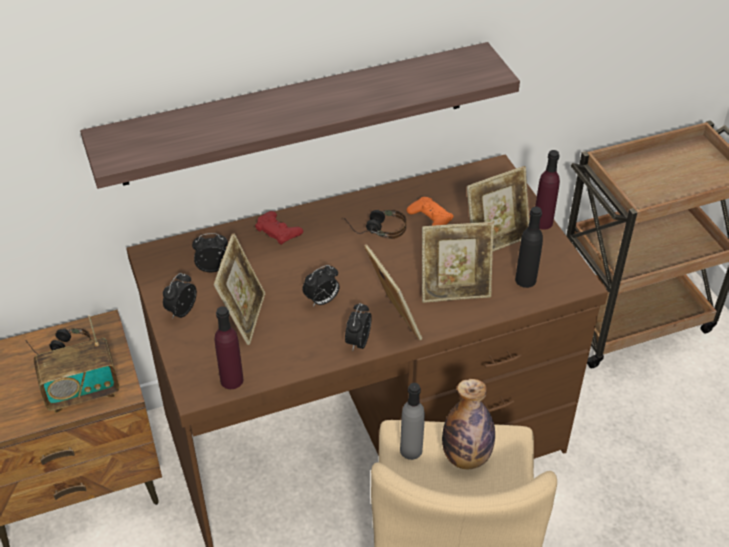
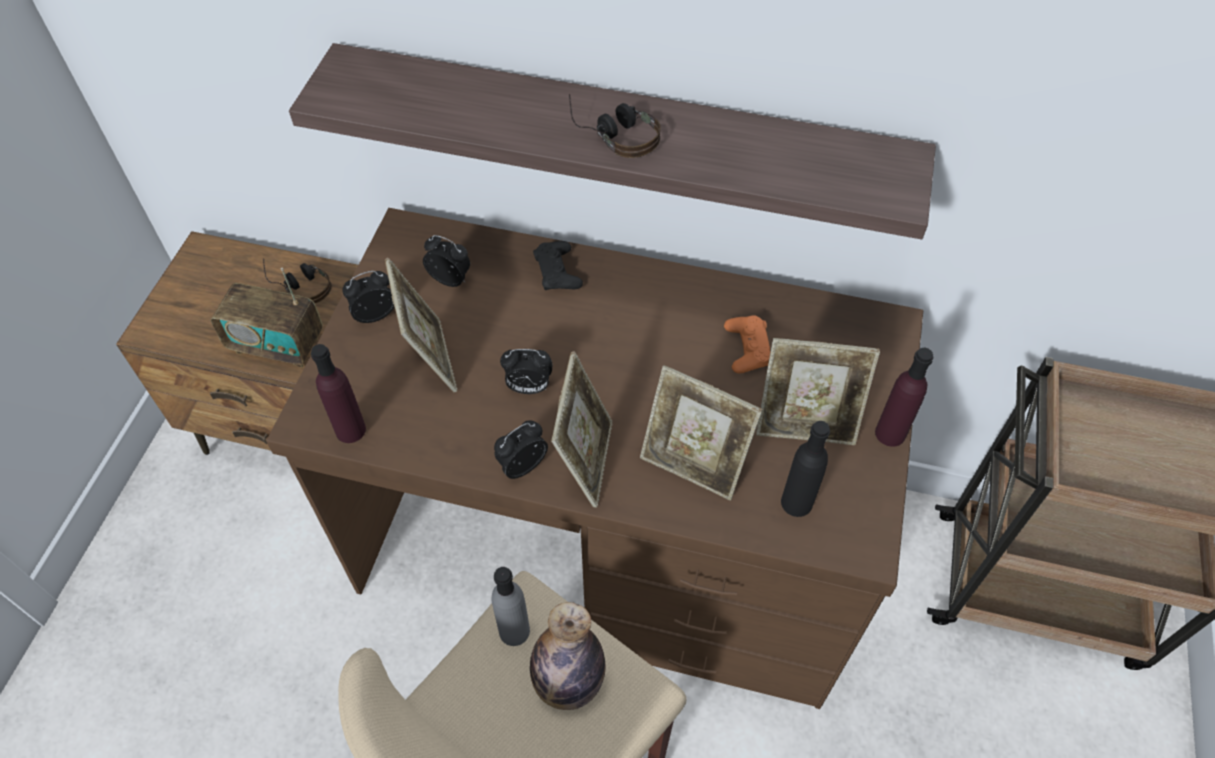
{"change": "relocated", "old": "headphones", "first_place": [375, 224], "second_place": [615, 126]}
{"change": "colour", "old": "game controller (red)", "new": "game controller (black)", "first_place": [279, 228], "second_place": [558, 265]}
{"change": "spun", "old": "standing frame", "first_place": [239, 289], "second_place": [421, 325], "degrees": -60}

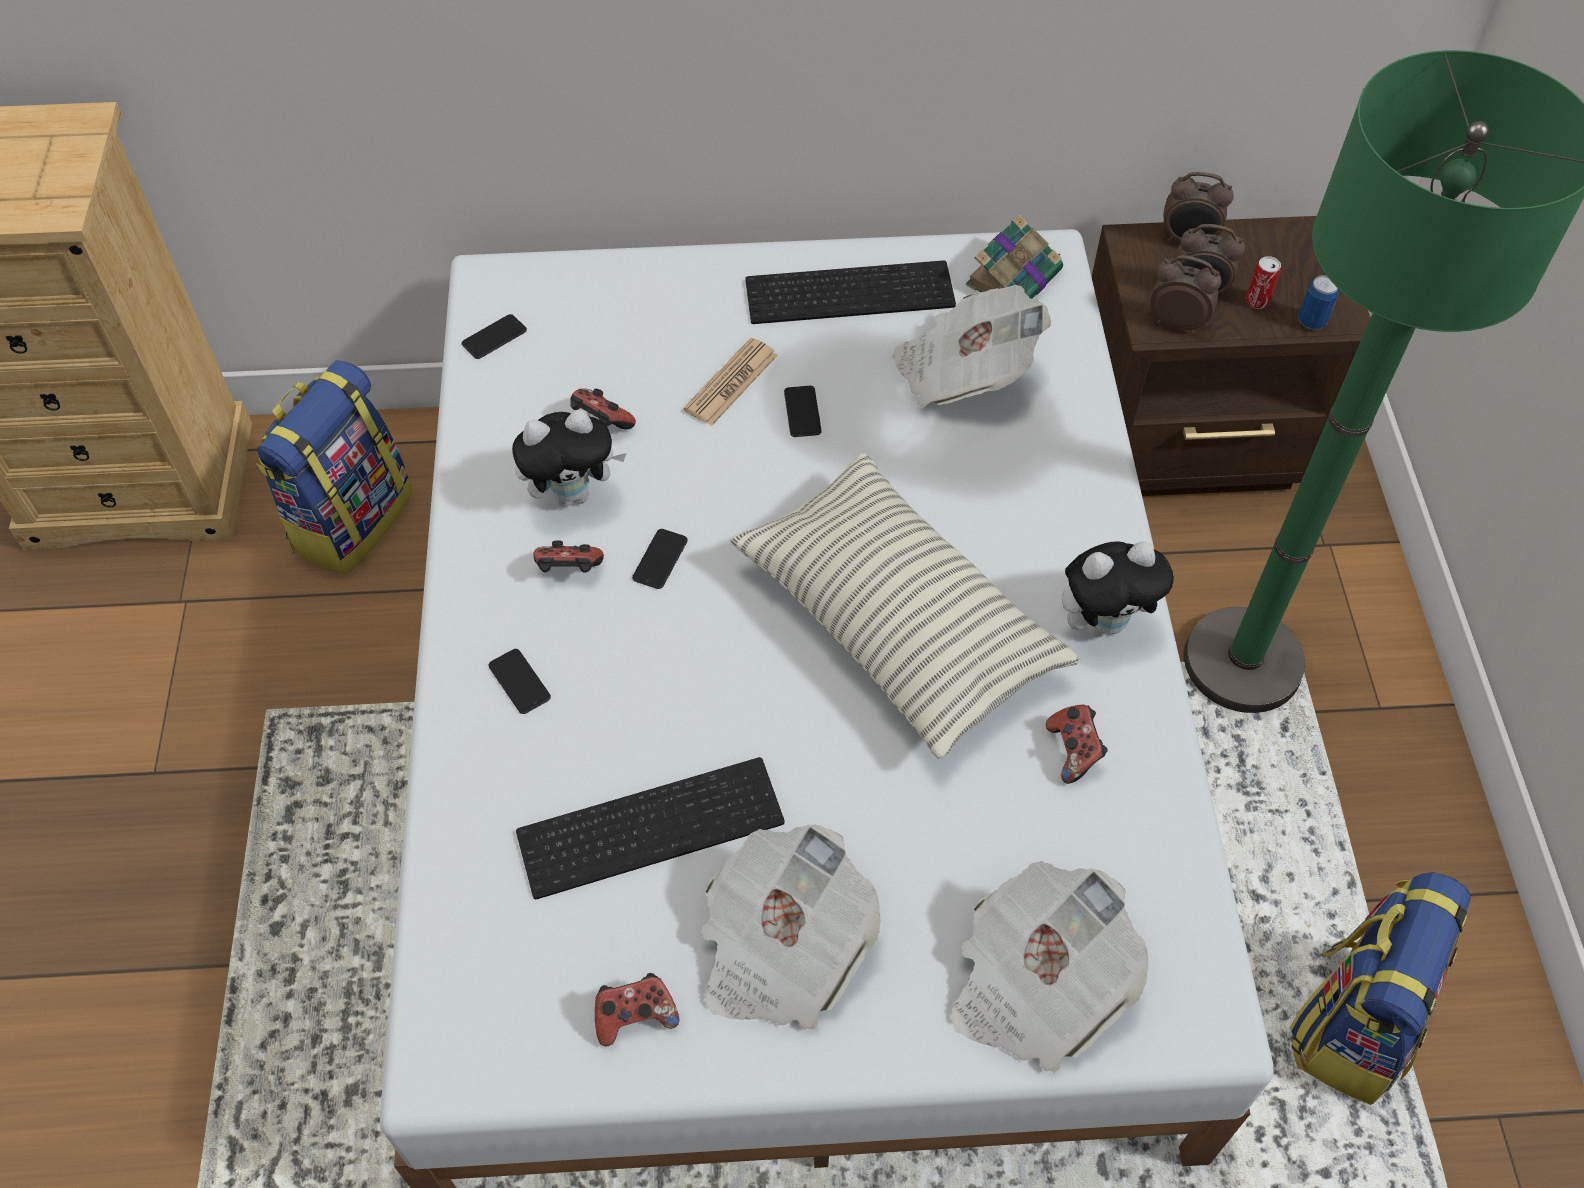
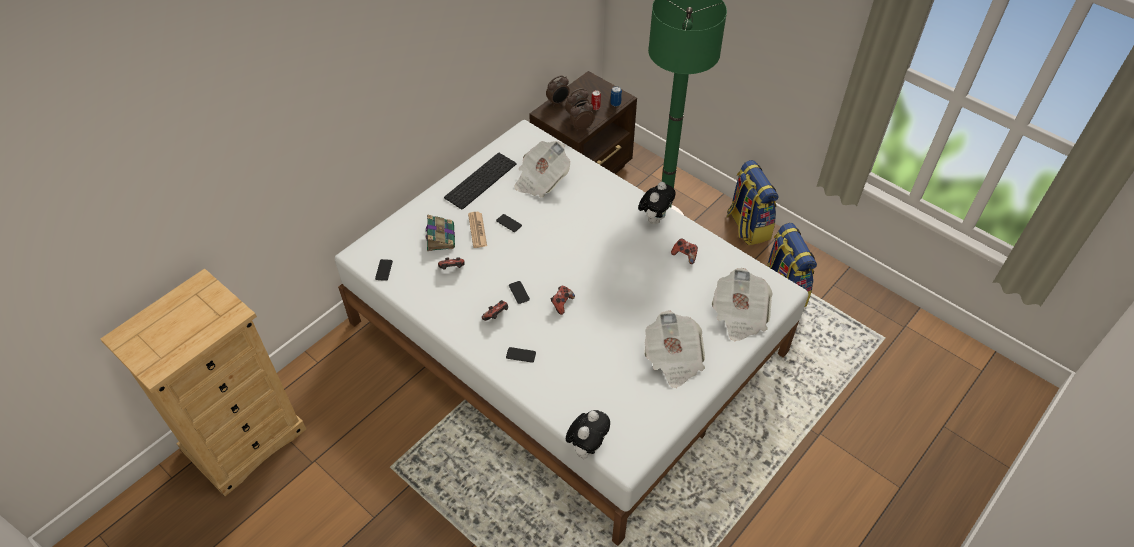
{"change": "missing", "old": "PC keyboard", "first_place": [650, 828]}
{"change": "missing", "old": "pillow", "first_place": [904, 606]}
{"change": "relocated", "old": "backpack", "first_place": [334, 467], "second_place": [753, 202]}
{"change": "relocated", "old": "cuddly toy", "first_place": [569, 458], "second_place": [588, 434]}
{"change": "relocated", "old": "game controller", "first_place": [637, 1009], "second_place": [563, 300]}
{"change": "relocated", "old": "bound book", "first_place": [1014, 256], "second_place": [440, 232]}

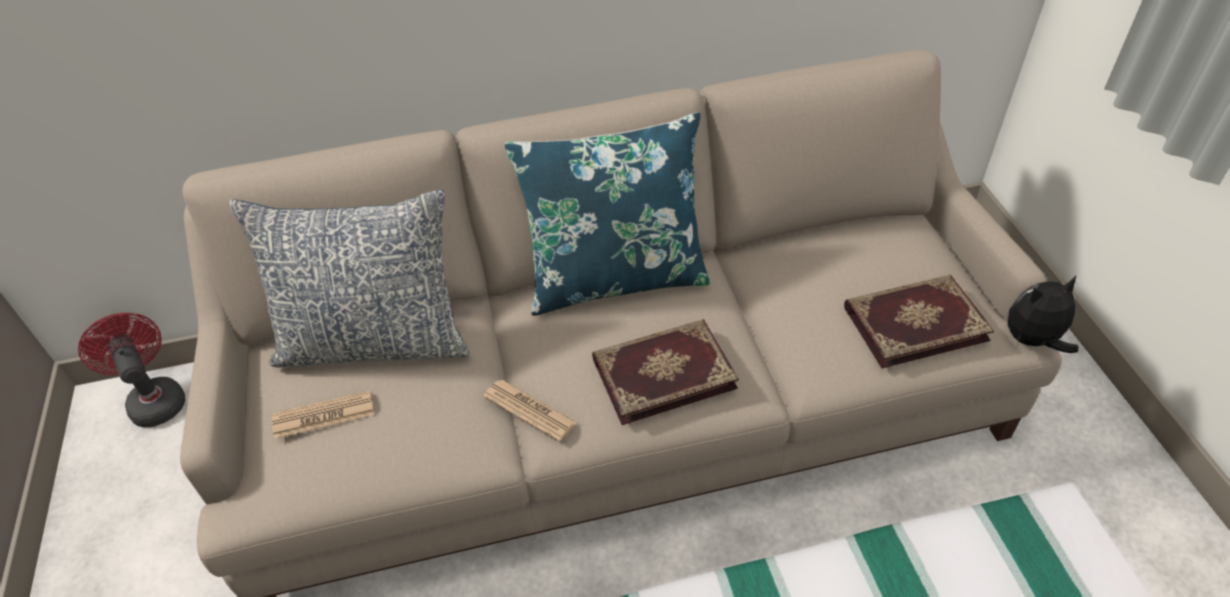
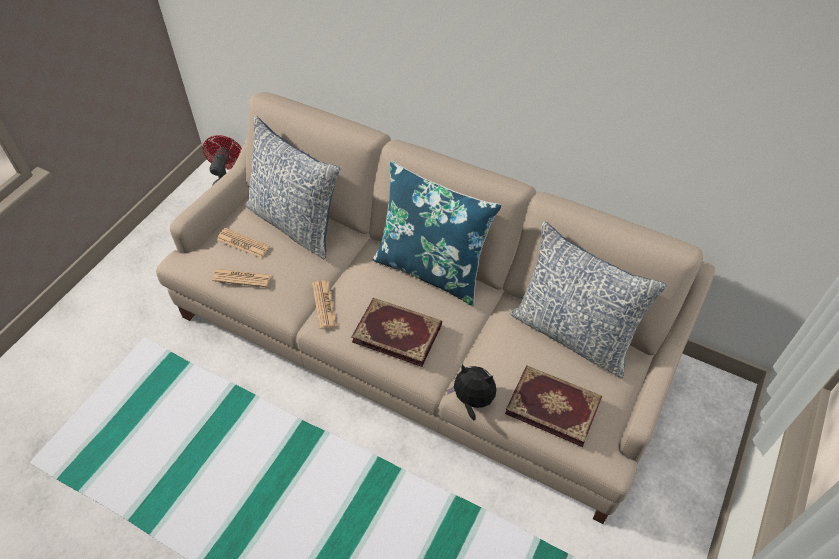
{"change": "appeared", "new": "printed paper", "second_place": [241, 278]}
{"change": "appeared", "new": "pillow", "second_place": [588, 299]}
{"change": "relocated", "old": "cuddly toy", "first_place": [1043, 314], "second_place": [471, 392]}

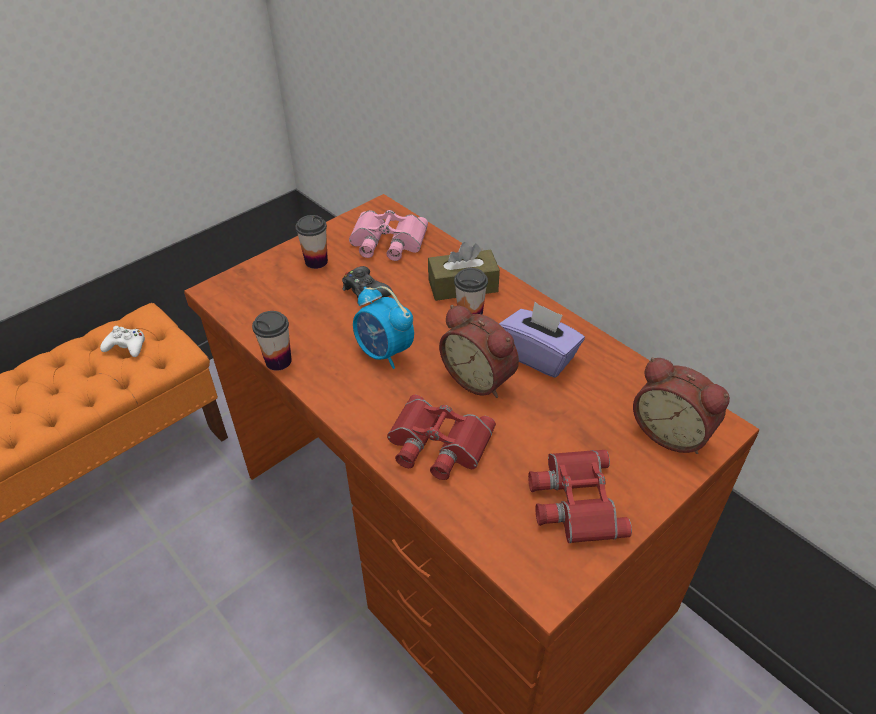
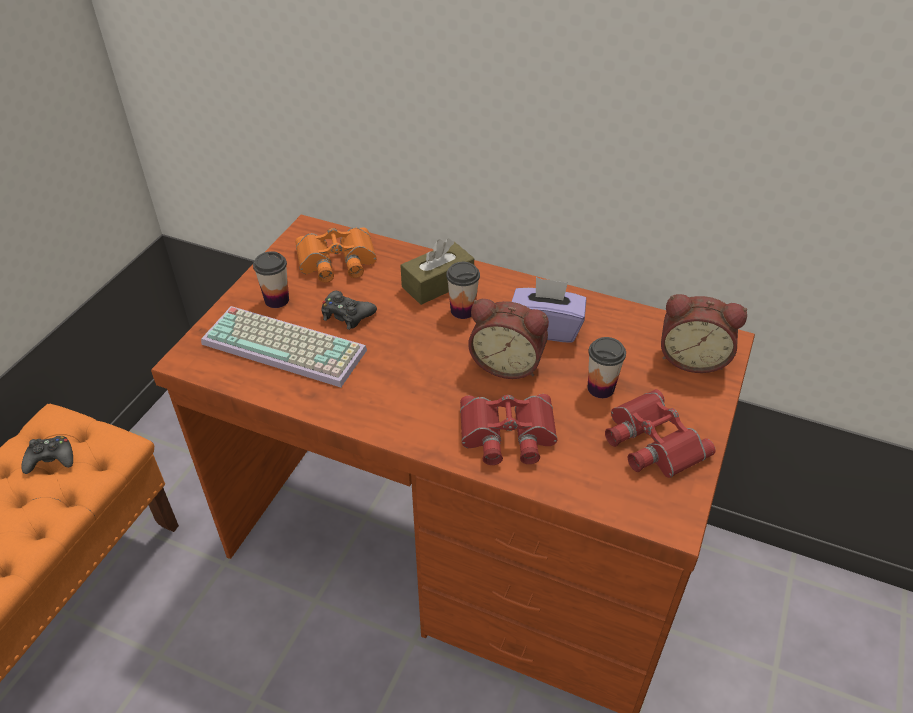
{"change": "missing", "old": "table clock", "first_place": [383, 327]}
{"change": "appeared", "new": "PC keyboard", "second_place": [284, 346]}
{"change": "relocated", "old": "drinking cup", "first_place": [272, 341], "second_place": [607, 367]}
{"change": "colour", "old": "game controller (white-coloured)", "new": "game controller (black)", "first_place": [122, 341], "second_place": [47, 455]}
{"change": "colour", "old": "pair of binoculars (pinkish)", "new": "pair of binoculars (orange)", "first_place": [388, 235], "second_place": [336, 254]}

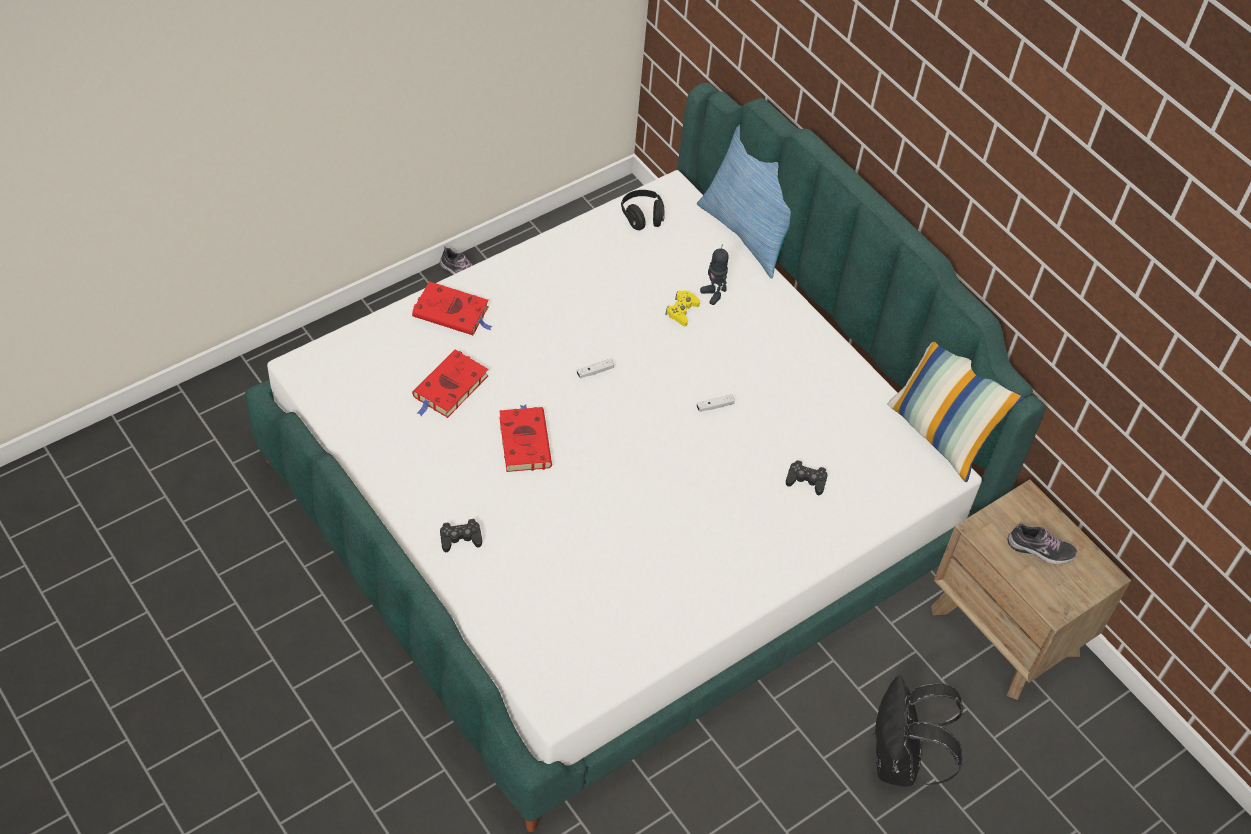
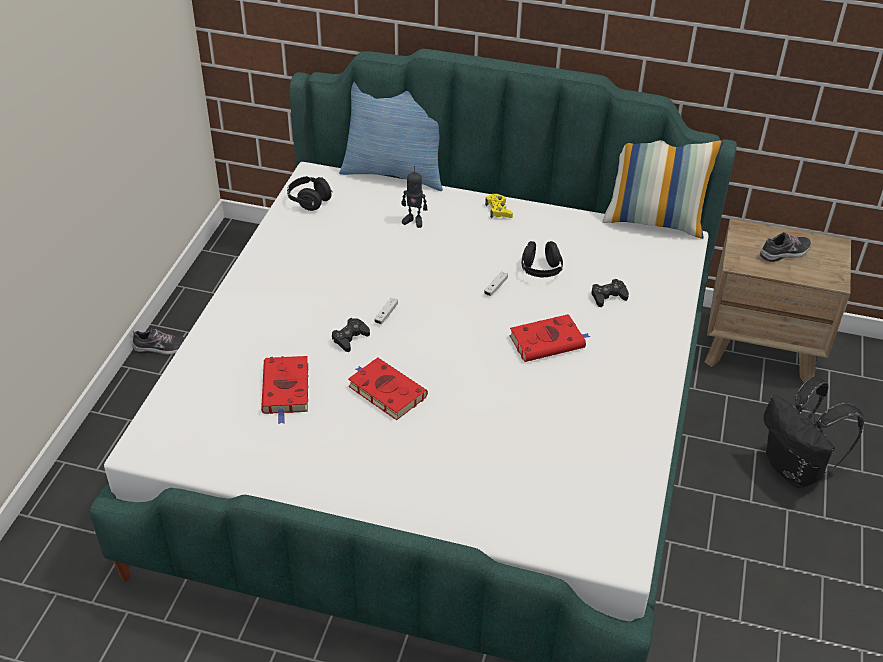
{"change": "appeared", "new": "headphones (black)", "second_place": [542, 259]}
{"change": "relocated", "old": "bound book (red)", "first_place": [452, 308], "second_place": [550, 338]}
{"change": "relocated", "old": "game controller (black)", "first_place": [461, 535], "second_place": [351, 335]}
{"change": "relocated", "old": "game controller (yellow)", "first_place": [683, 308], "second_place": [499, 206]}

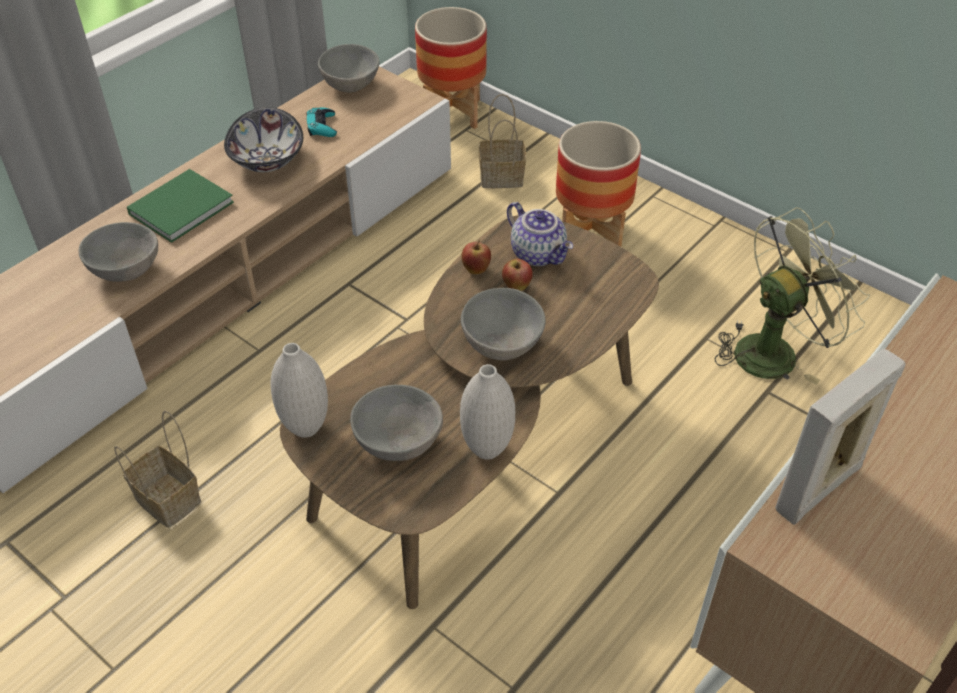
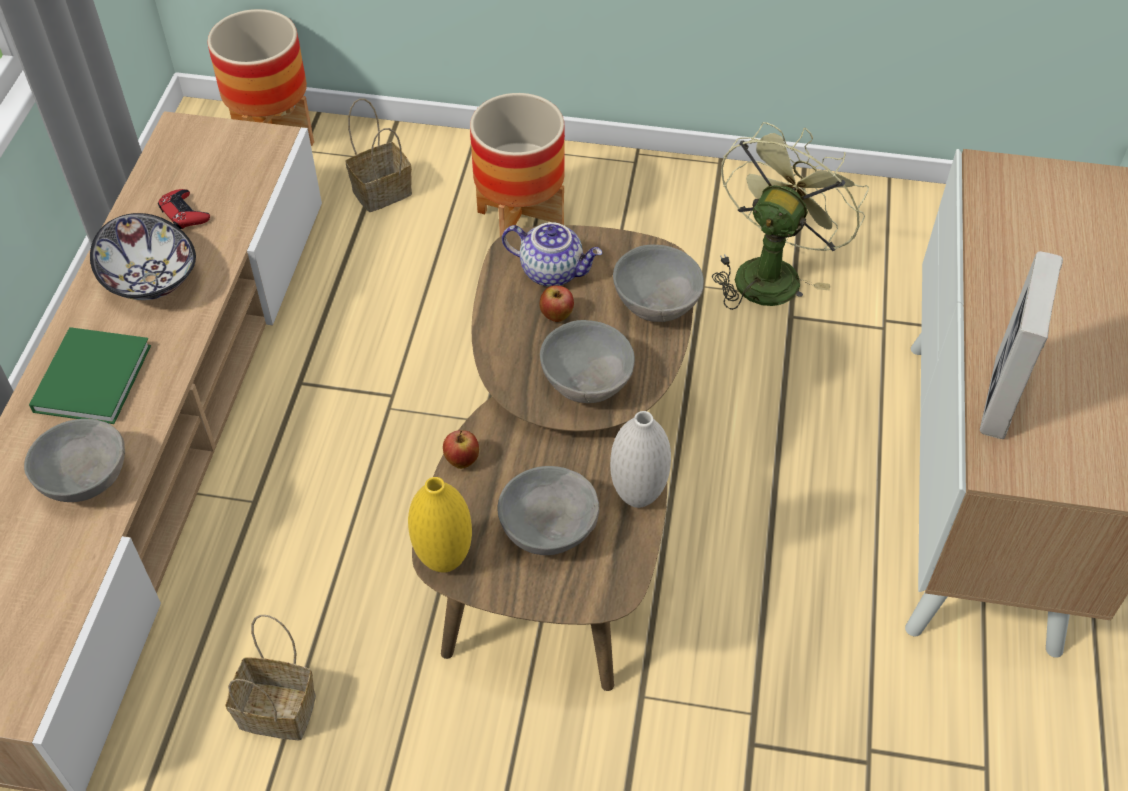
{"change": "relocated", "old": "deep dish (grey)", "first_place": [349, 68], "second_place": [658, 283]}
{"change": "relocated", "old": "apple fruit", "first_place": [476, 257], "second_place": [461, 449]}
{"change": "colour", "old": "flower vase (white-coloured)", "new": "flower vase (yellow)", "first_place": [299, 390], "second_place": [440, 525]}
{"change": "colour", "old": "game controller (turquoise-coloured)", "new": "game controller (red)", "first_place": [321, 122], "second_place": [184, 209]}

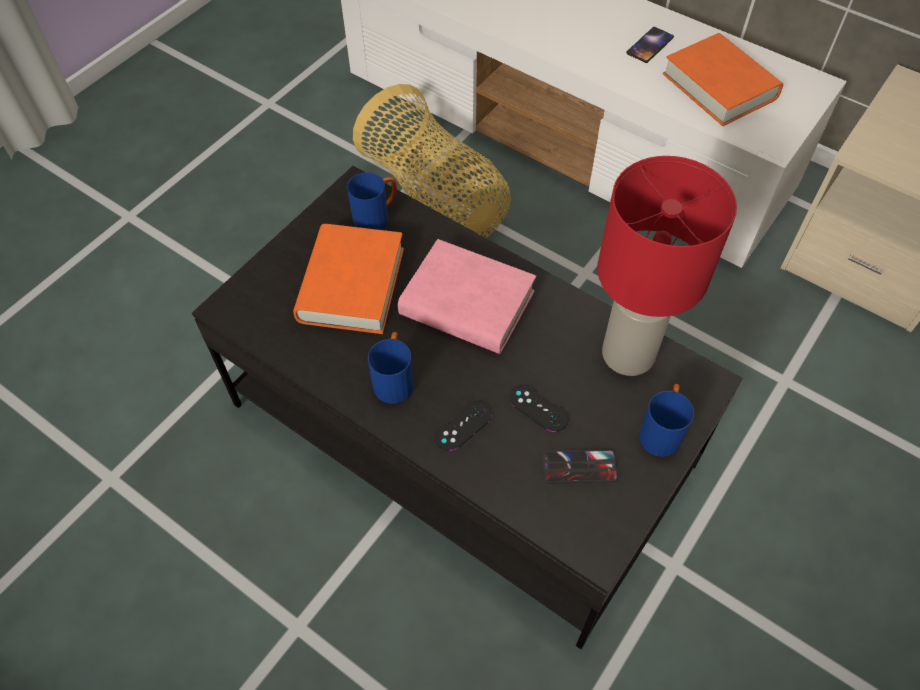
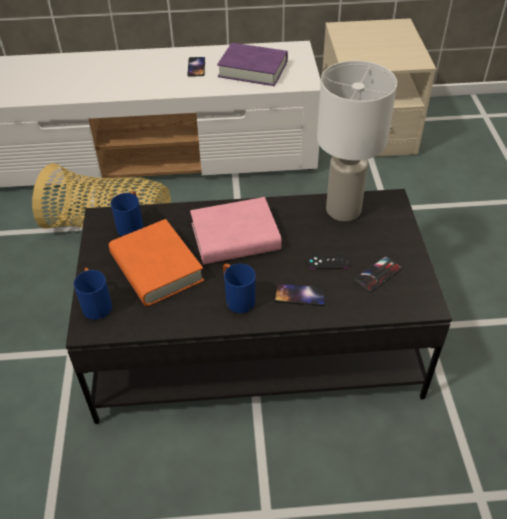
{"change": "relocated", "old": "mug (blue)", "first_place": [666, 420], "second_place": [93, 294]}
{"change": "exchanged", "old": "game controller (black)", "new": "phone", "first_place": [463, 426], "second_place": [300, 294]}
{"change": "colour", "old": "tabletop lamp (red)", "new": "tabletop lamp (white-coloured)", "first_place": [667, 266], "second_place": [357, 141]}
{"change": "colour", "old": "bound book (orange)", "new": "bound book (purplish)", "first_place": [723, 79], "second_place": [252, 64]}

